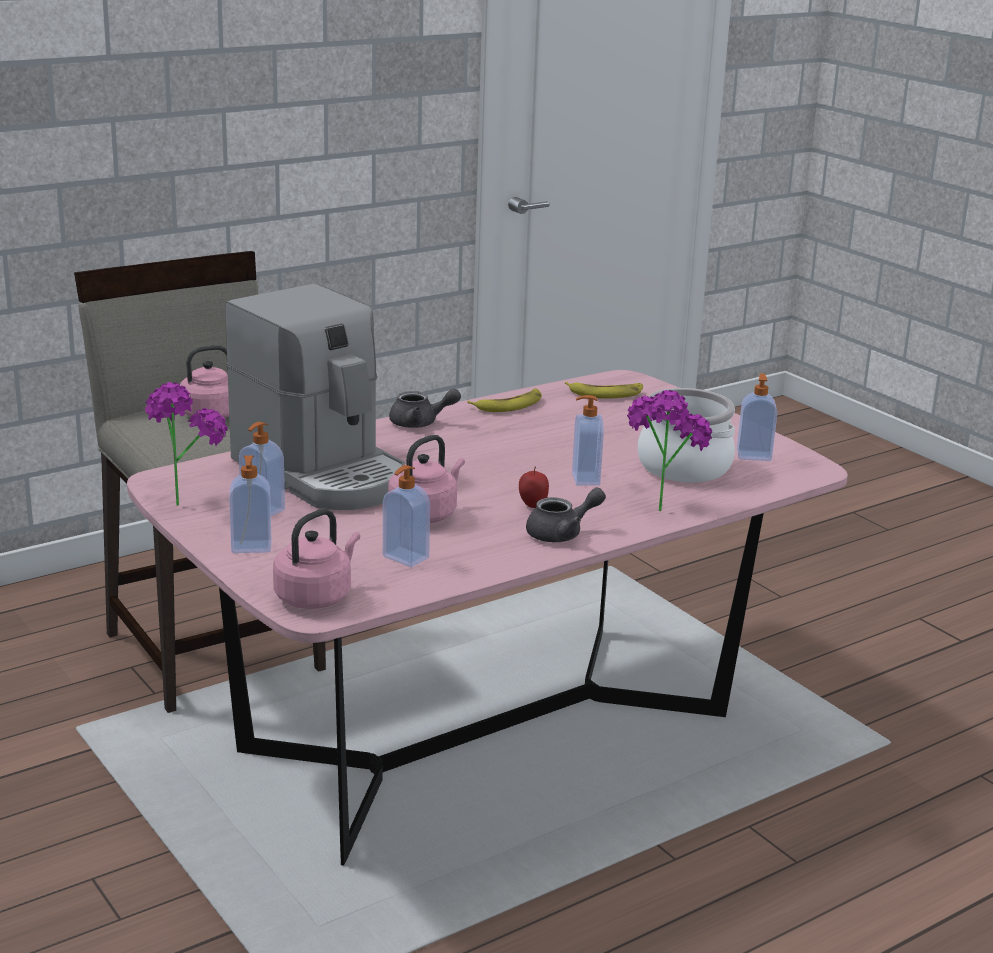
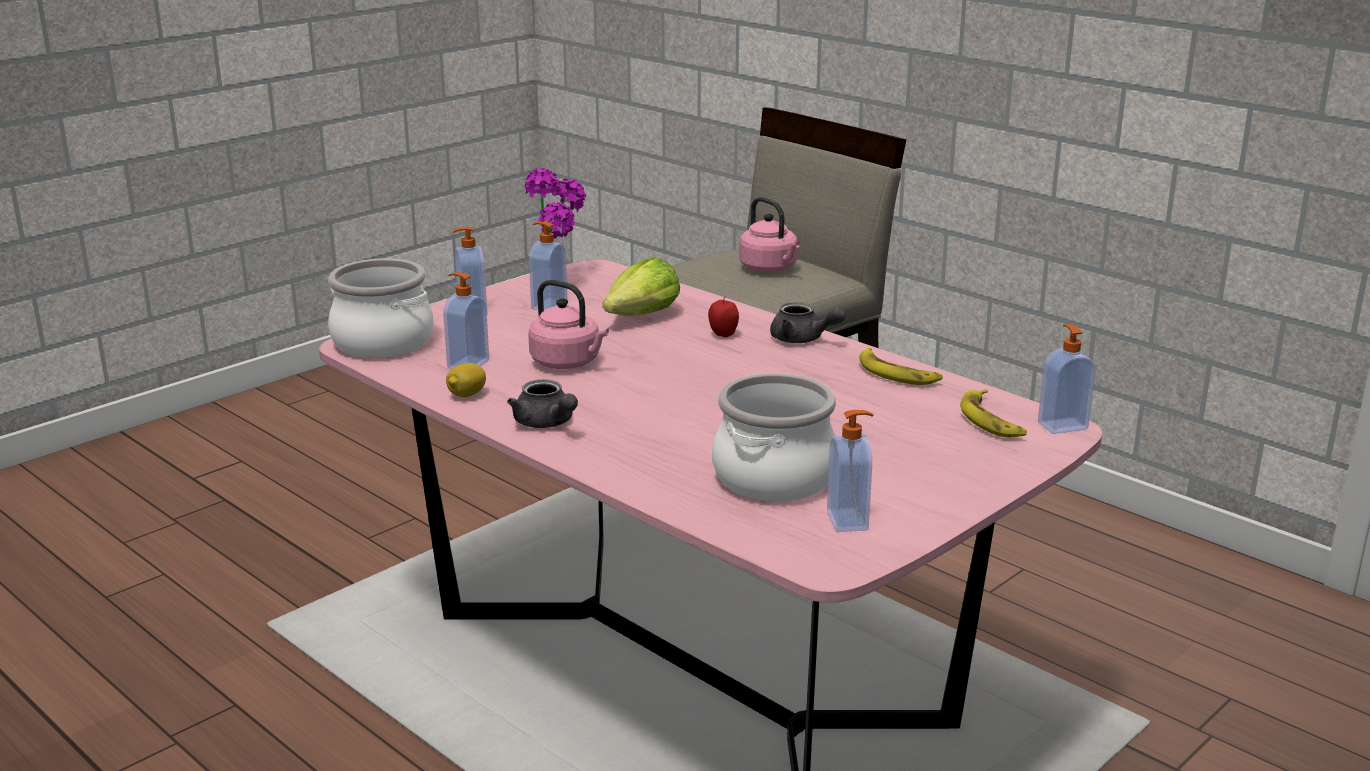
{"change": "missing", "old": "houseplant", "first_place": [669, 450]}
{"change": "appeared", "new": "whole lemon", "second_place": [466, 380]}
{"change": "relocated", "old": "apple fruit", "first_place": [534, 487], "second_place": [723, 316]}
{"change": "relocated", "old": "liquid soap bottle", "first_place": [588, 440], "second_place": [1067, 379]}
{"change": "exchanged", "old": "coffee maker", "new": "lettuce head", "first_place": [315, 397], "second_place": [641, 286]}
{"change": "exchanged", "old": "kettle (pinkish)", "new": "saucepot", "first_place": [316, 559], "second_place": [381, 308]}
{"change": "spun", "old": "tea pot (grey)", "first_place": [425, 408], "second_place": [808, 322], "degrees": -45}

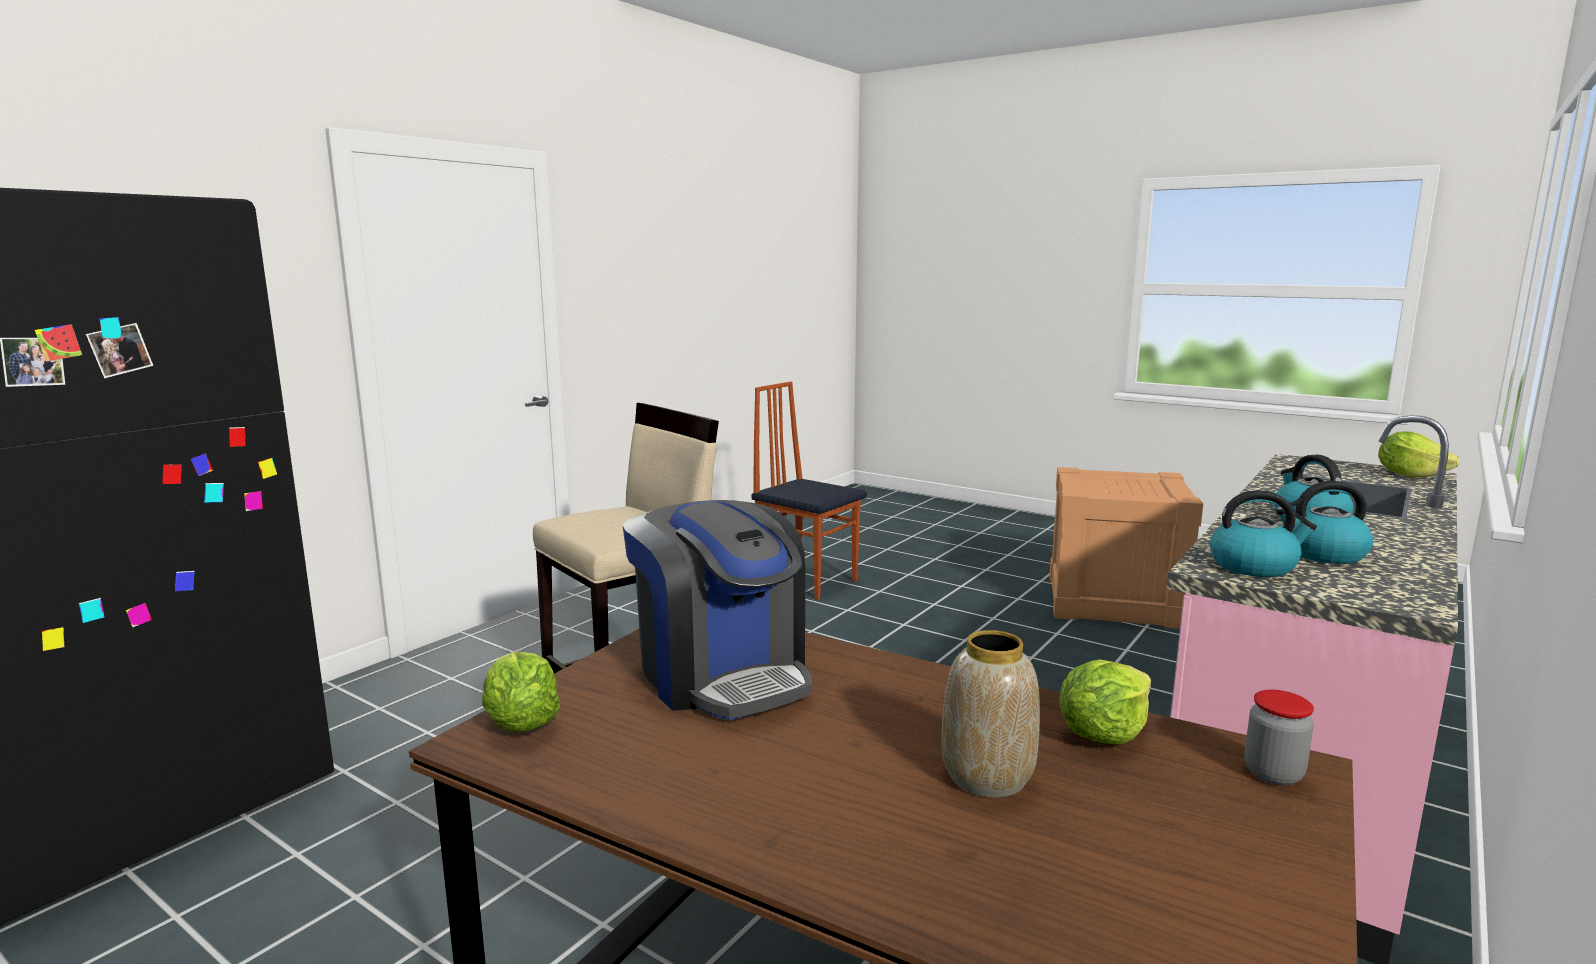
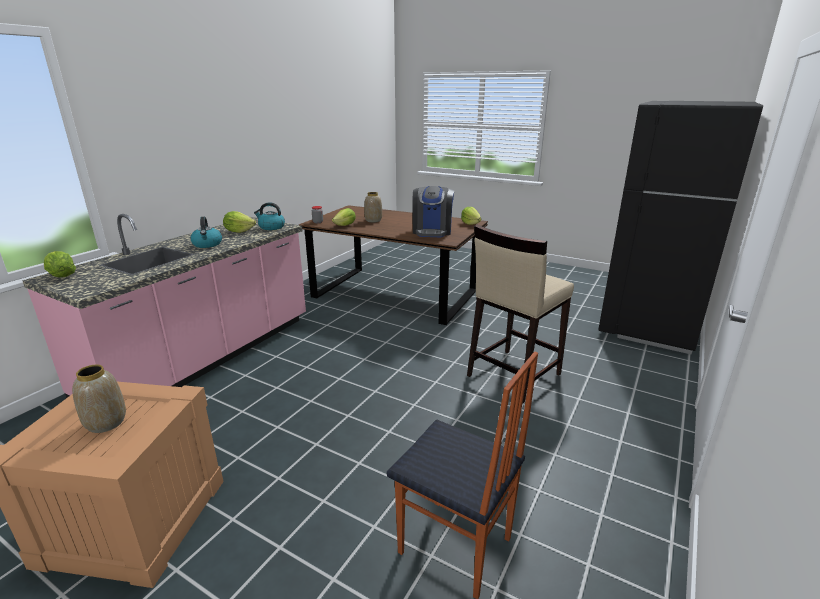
{"change": "appeared", "new": "flower vase", "second_place": [99, 399]}
{"change": "exchanged", "old": "kettle", "new": "lettuce head", "first_place": [1324, 522], "second_place": [239, 222]}
{"change": "spun", "old": "coffee maker", "first_place": [717, 610], "second_place": [433, 211], "degrees": -135}

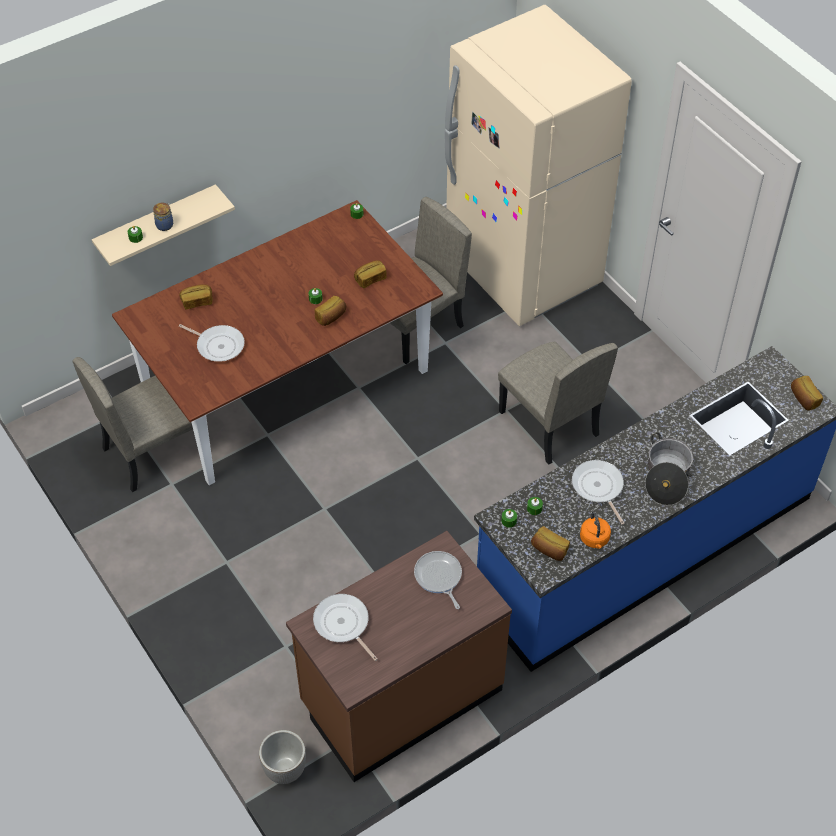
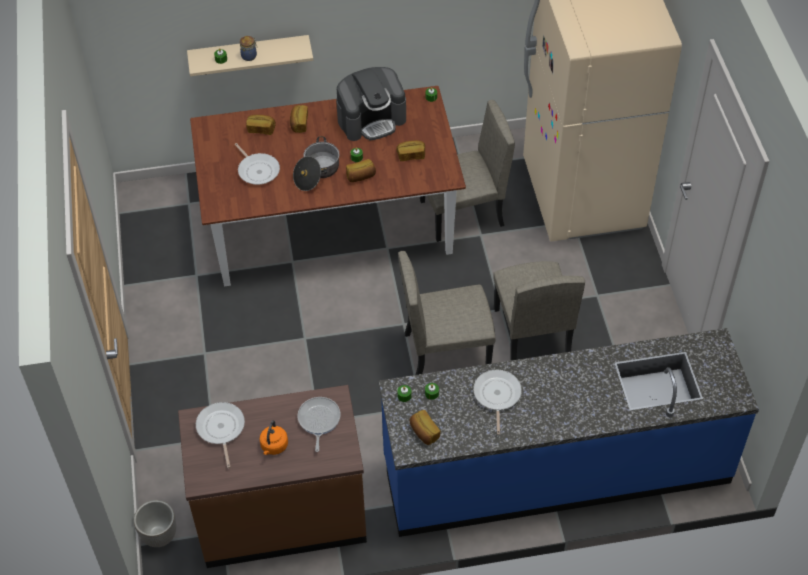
{"change": "appeared", "new": "coffee maker", "second_place": [371, 104]}
{"change": "relocated", "old": "chair (beige-coloured)", "first_place": [132, 424], "second_place": [447, 313]}
{"change": "relocated", "old": "kettle (orange)", "first_place": [595, 530], "second_place": [273, 437]}
{"change": "relocated", "old": "saucepot", "first_place": [669, 469], "second_place": [316, 163]}
{"change": "relocated", "old": "bread", "first_place": [807, 393], "second_place": [299, 119]}

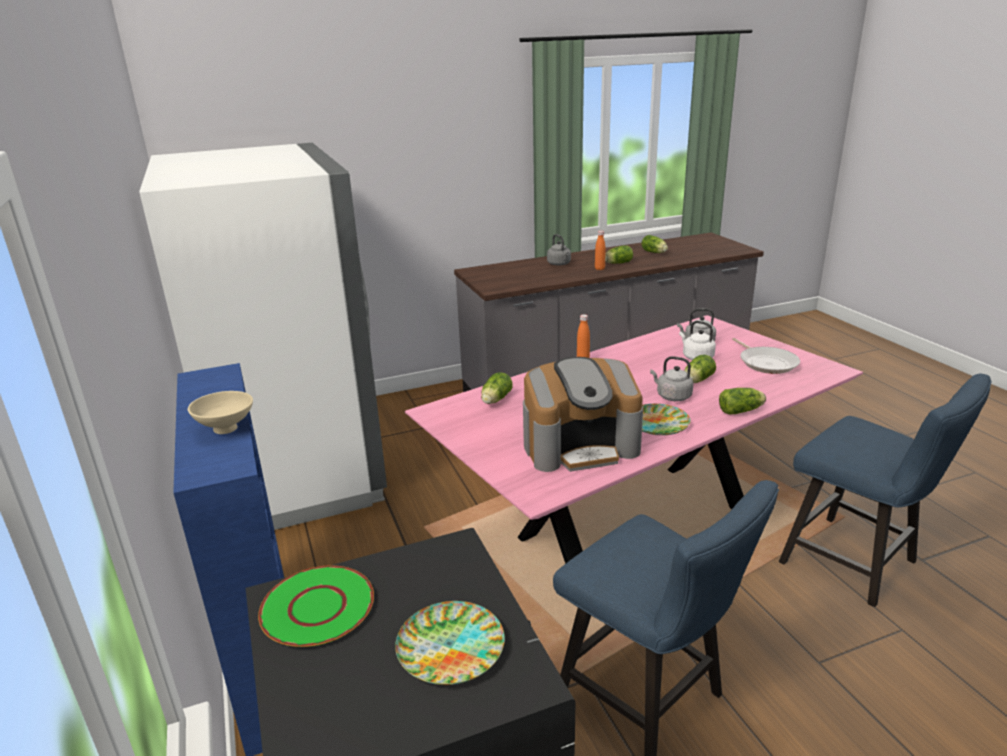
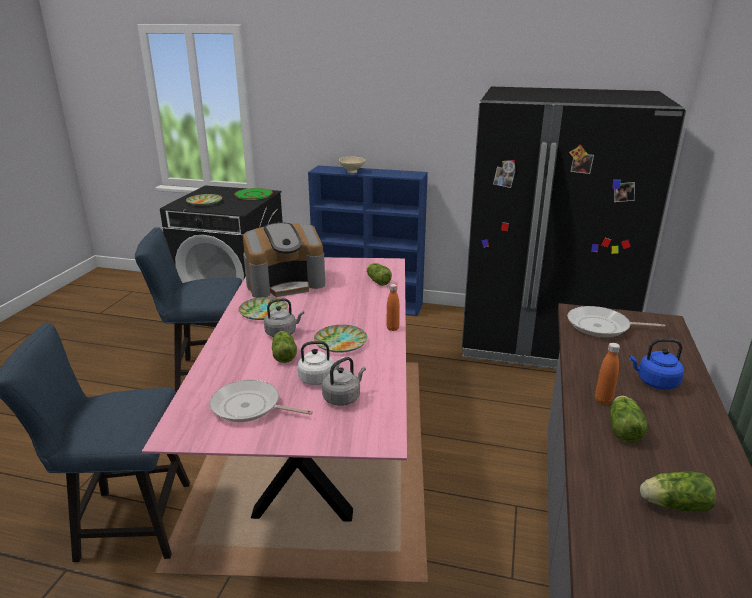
{"change": "missing", "old": "lettuce head", "first_place": [742, 401]}
{"change": "appeared", "new": "plate", "second_place": [341, 339]}
{"change": "appeared", "new": "skillet", "second_place": [616, 321]}
{"change": "colour", "old": "kitchen fridge (white-coloured)", "new": "kitchen fridge (black)", "first_place": [263, 336], "second_place": [574, 228]}
{"change": "colour", "old": "kettle (grey)", "new": "kettle (blue)", "first_place": [559, 250], "second_place": [656, 364]}
{"change": "spun", "old": "coffee maker", "first_place": [583, 414], "second_place": [284, 260], "degrees": -135}

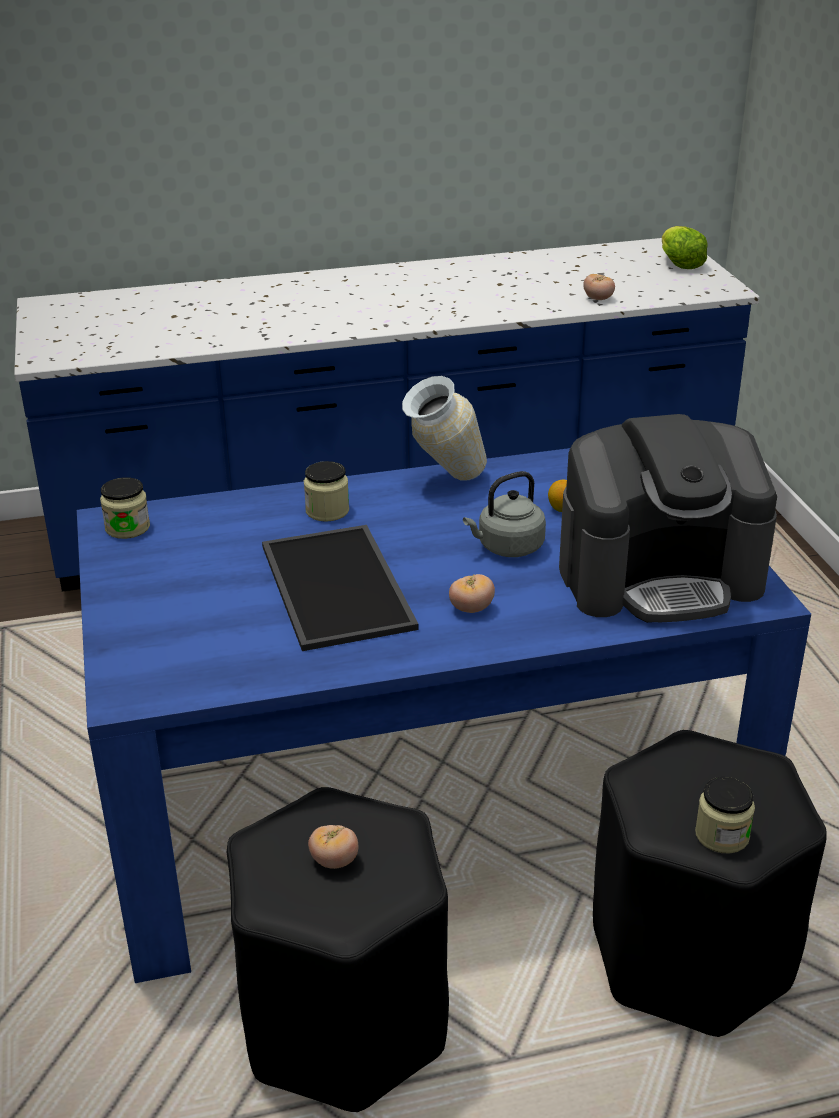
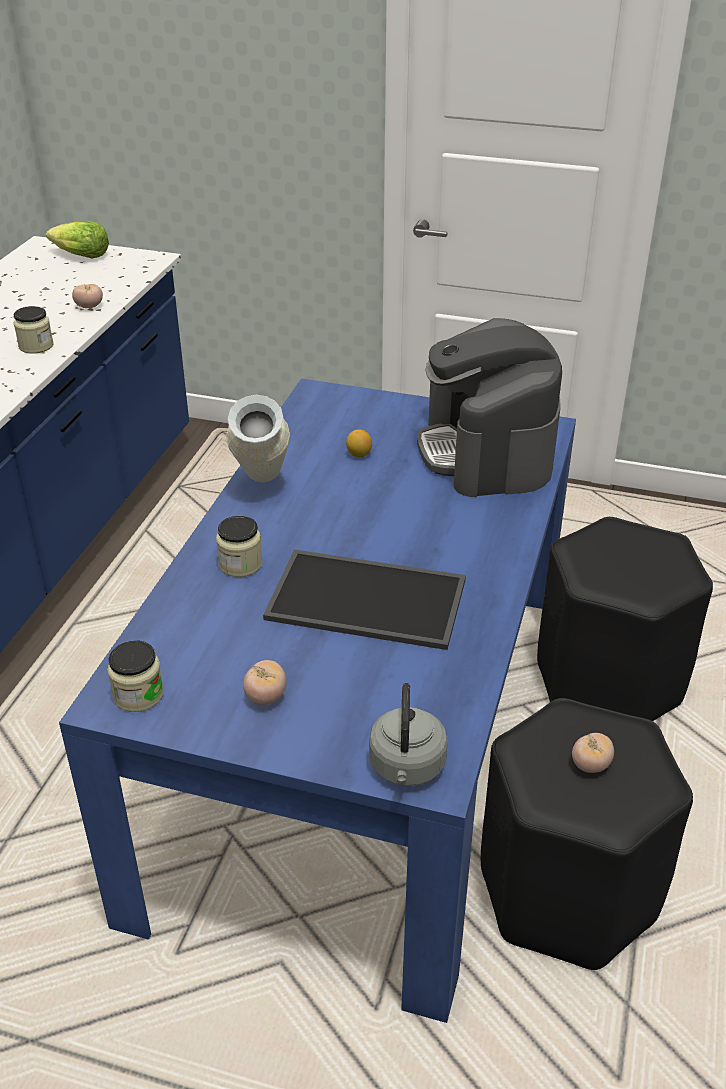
{"change": "relocated", "old": "whole tomato", "first_place": [472, 593], "second_place": [264, 682]}
{"change": "relocated", "old": "kettle (grey)", "first_place": [504, 514], "second_place": [408, 734]}
{"change": "relocated", "old": "preserve jar", "first_place": [725, 815], "second_place": [33, 330]}
{"change": "spun", "old": "coffee maker", "first_place": [668, 518], "second_place": [489, 407], "degrees": 150}

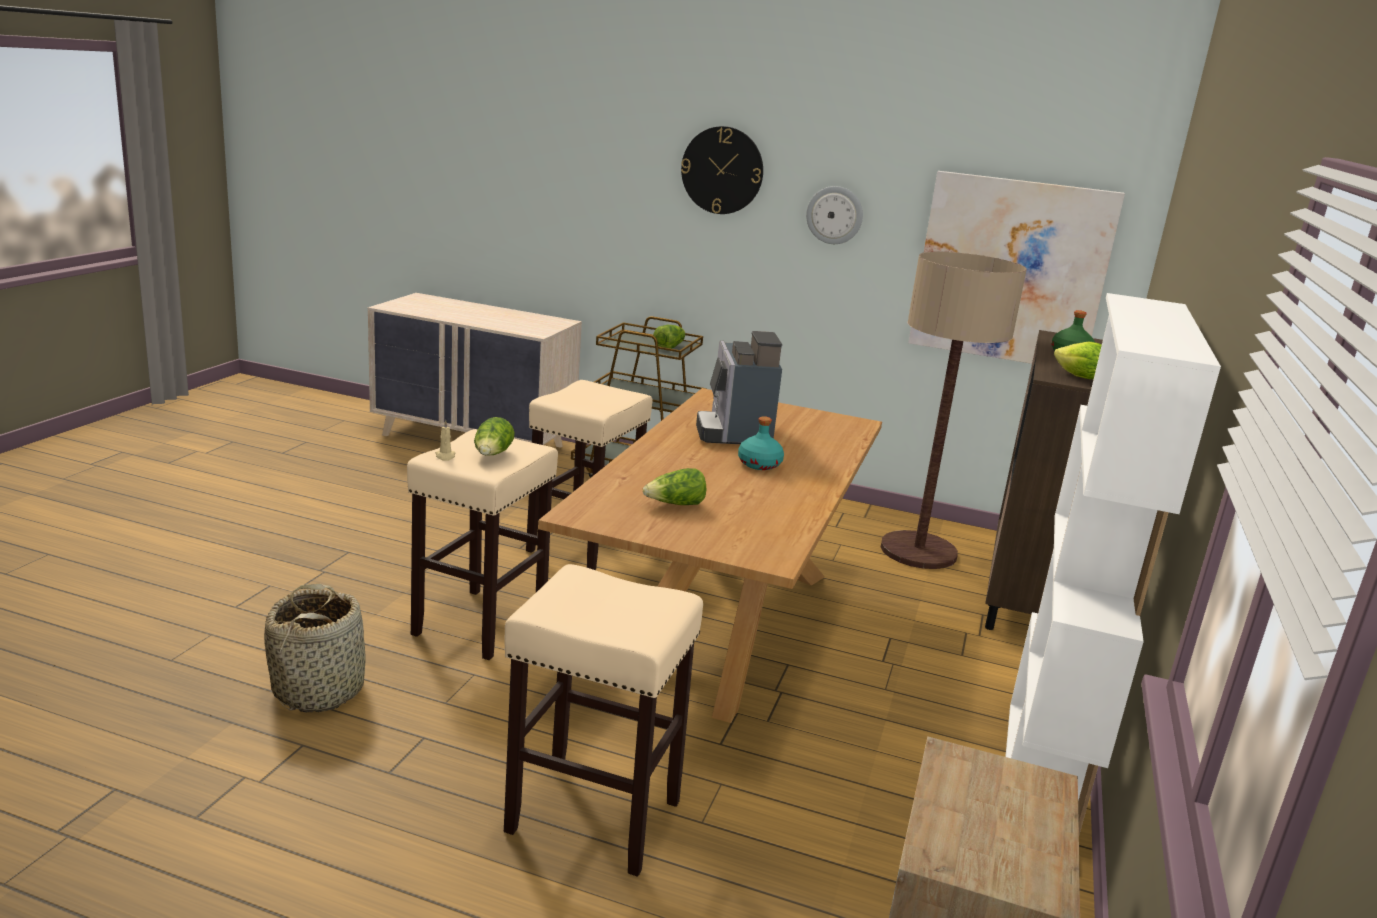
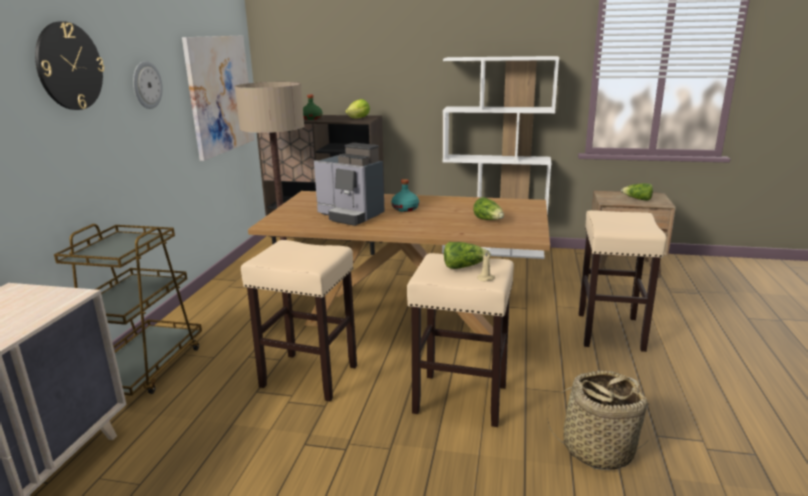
{"change": "relocated", "old": "lettuce head", "first_place": [669, 337], "second_place": [637, 192]}
{"change": "spun", "old": "coffee maker", "first_place": [739, 387], "second_place": [349, 184], "degrees": 45}

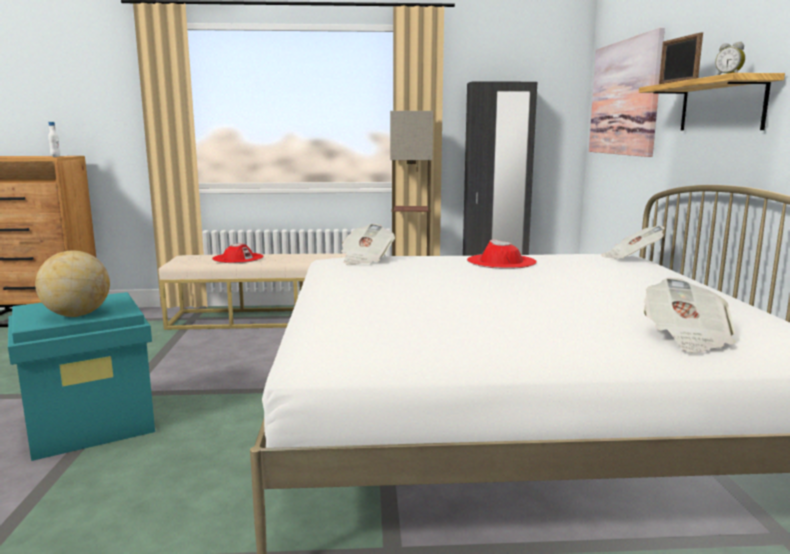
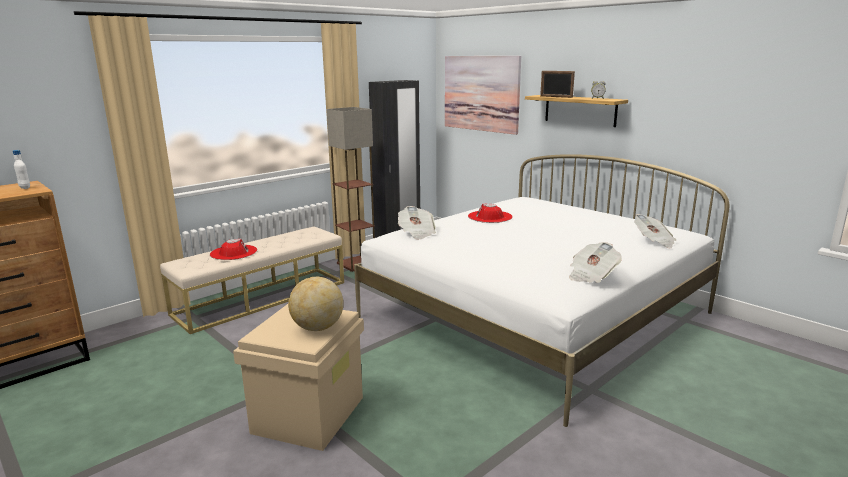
{"change": "relocated", "old": "printed paper", "first_place": [633, 242], "second_place": [595, 262]}
{"change": "colour", "old": "storage box (turquoise-coloured)", "new": "storage box (beige-coloured)", "first_place": [81, 376], "second_place": [298, 377]}

